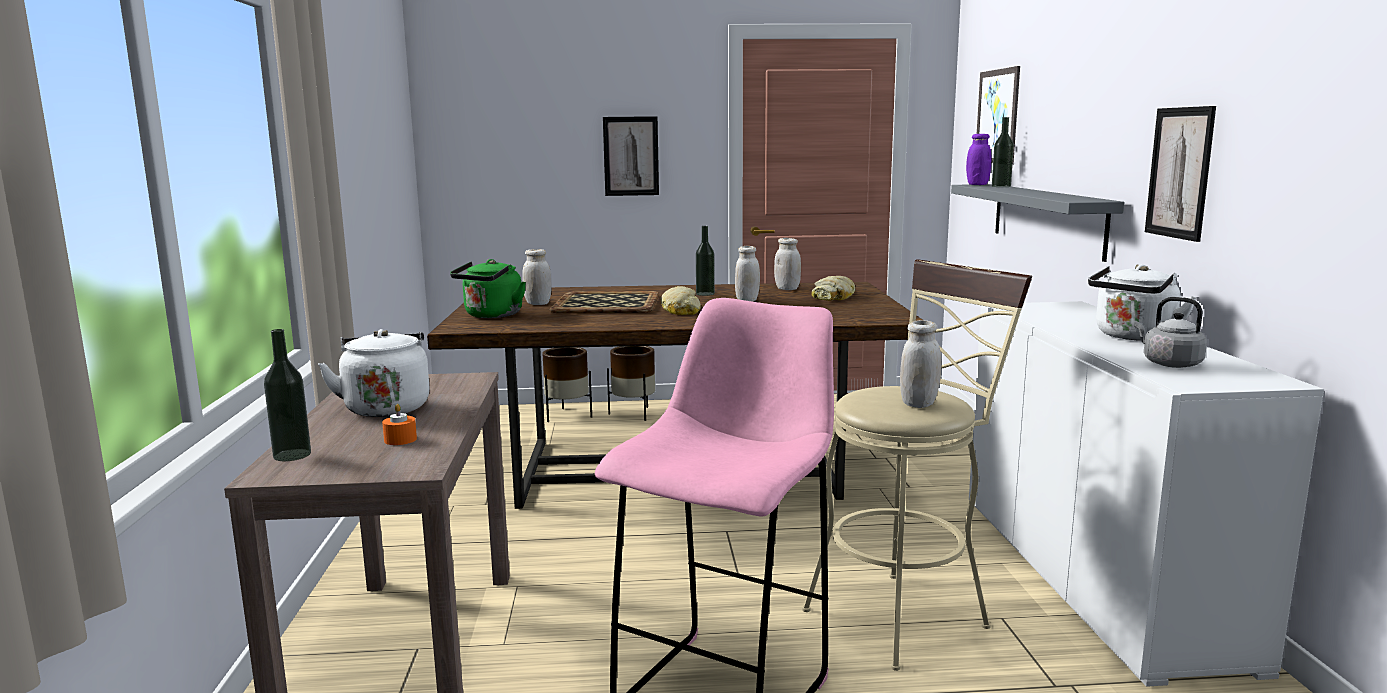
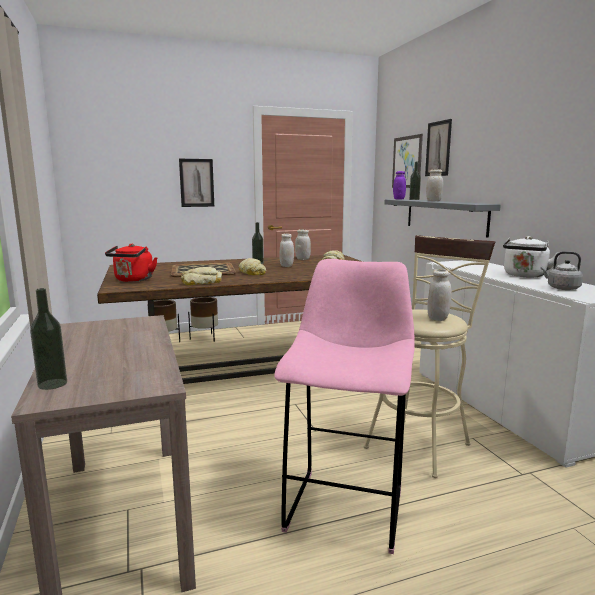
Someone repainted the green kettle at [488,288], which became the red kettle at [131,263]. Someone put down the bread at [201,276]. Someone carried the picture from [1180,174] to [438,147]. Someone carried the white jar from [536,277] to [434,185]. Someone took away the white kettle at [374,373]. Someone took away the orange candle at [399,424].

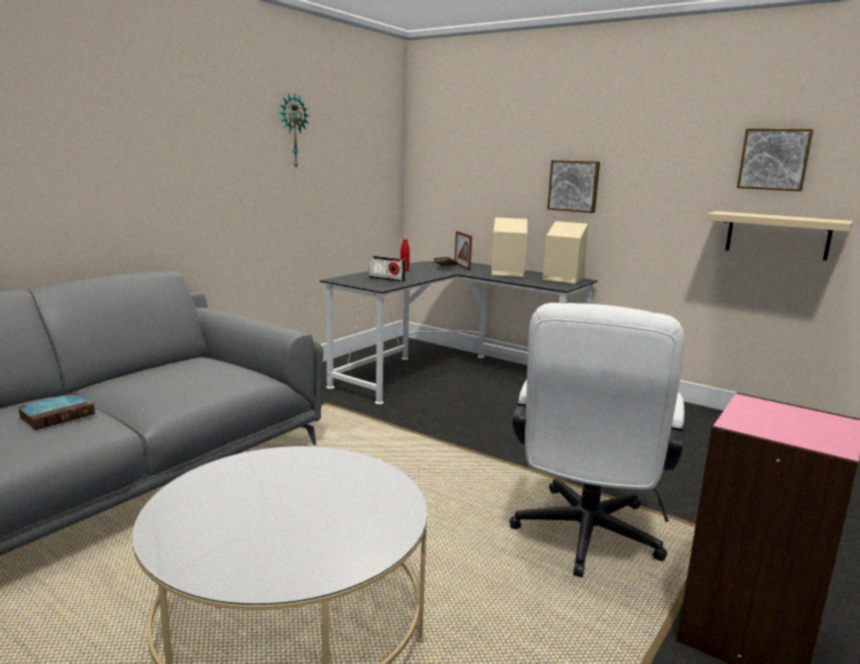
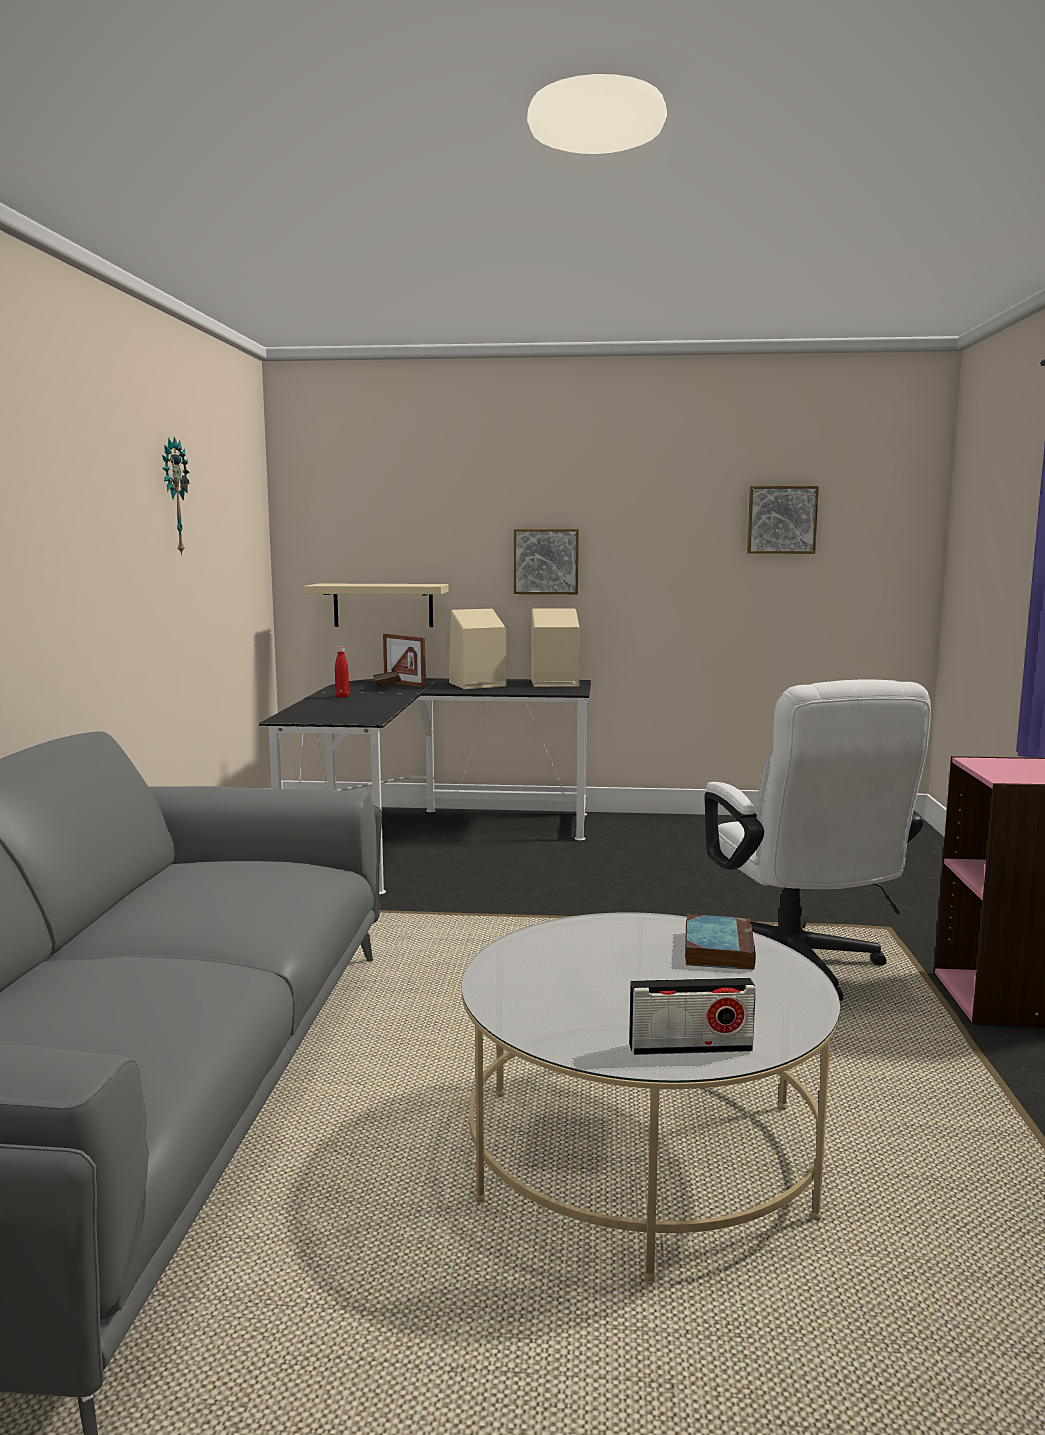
Someone carried the beige shelf from [779,236] to [376,605]. Someone carried the radio from [387,269] to [692,1016]. Someone carried the book from [56,411] to [720,942].

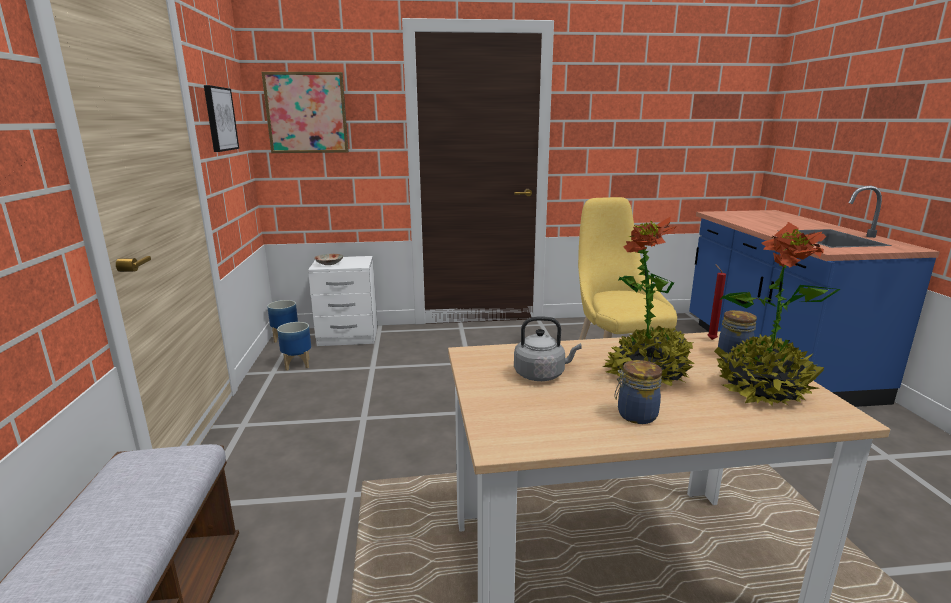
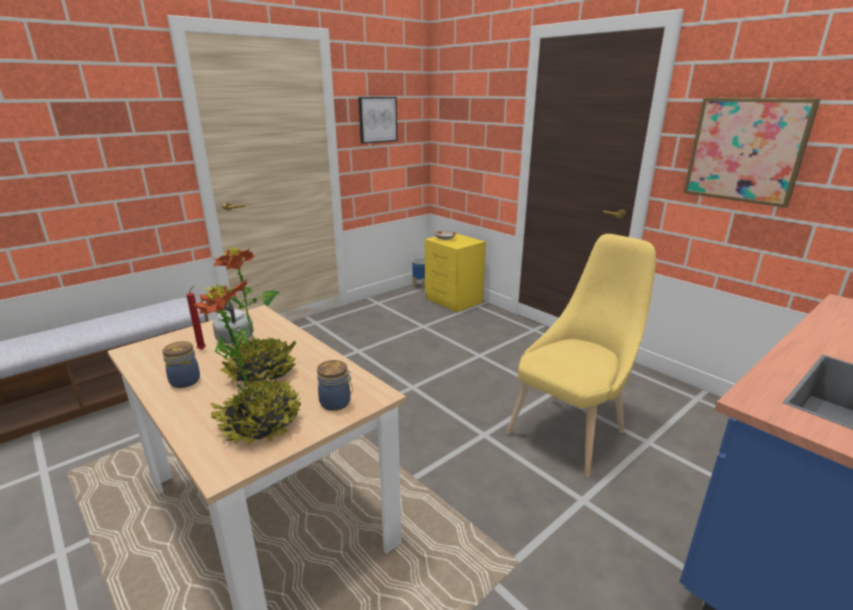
Someone carried the red candle from [717,302] to [196,317]. Someone repainted the white nightstand at [342,301], which became the yellow nightstand at [455,272]. Someone carried the picture from [305,112] to [751,152]. Someone took away the planter at [294,346].

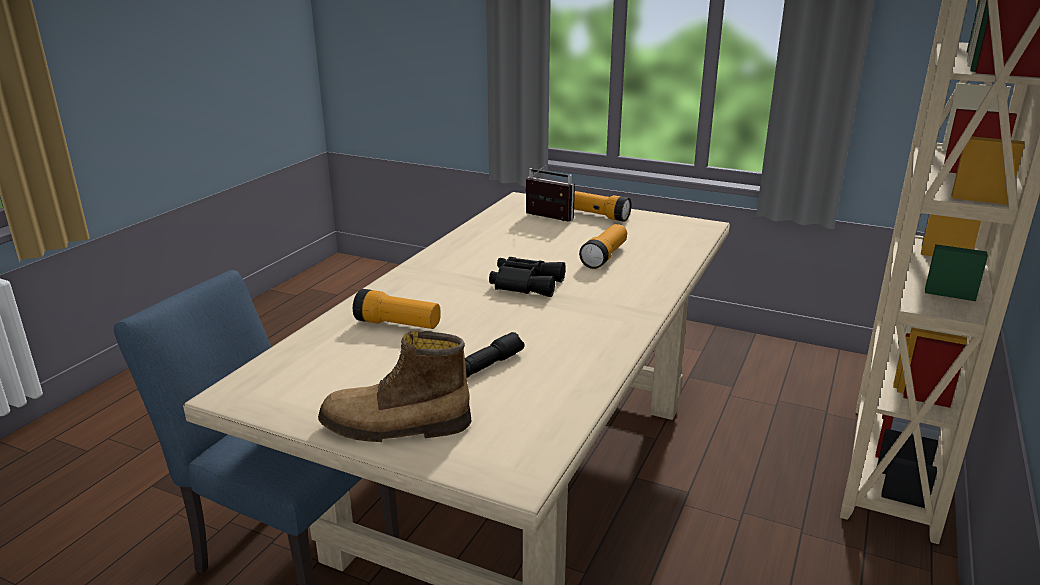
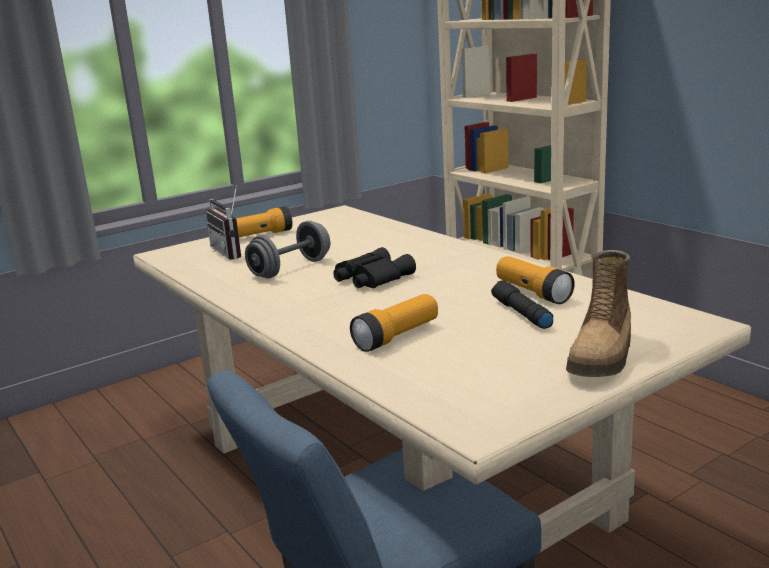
Someone rotated the radio at [550,193] by 90 degrees counterclockwise. Someone put down the grey dumbbell at [287,249]. Someone carried the flashlight from [603,246] to [535,280].

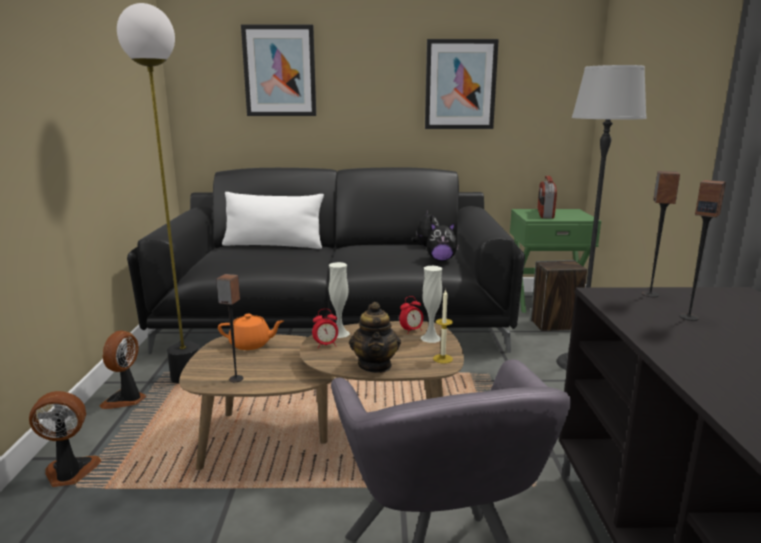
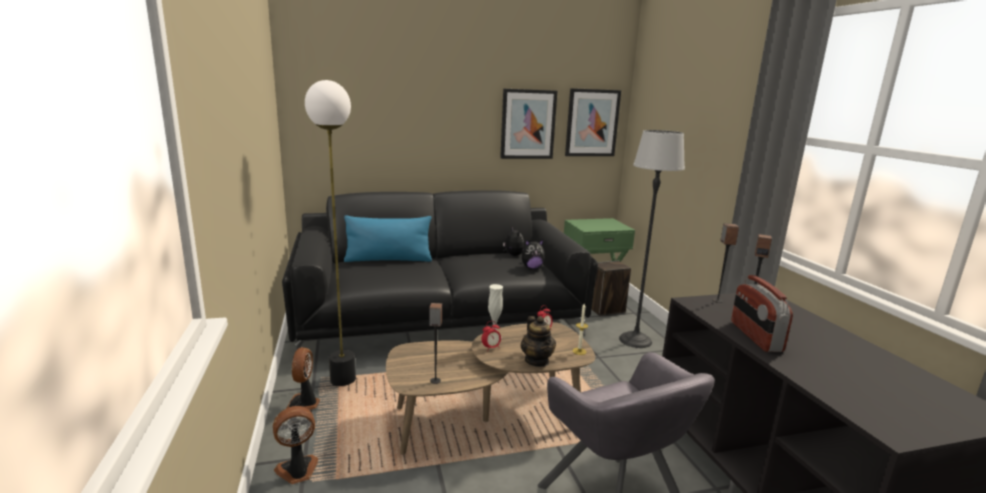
Someone repainted the white pillow at [273,220], which became the blue pillow at [388,238]. Someone carried the picture from [278,70] to [593,122]. Someone carried the radio from [547,197] to [762,313]. Someone took away the orange teapot at [251,332]. Someone took away the white vase at [431,304].

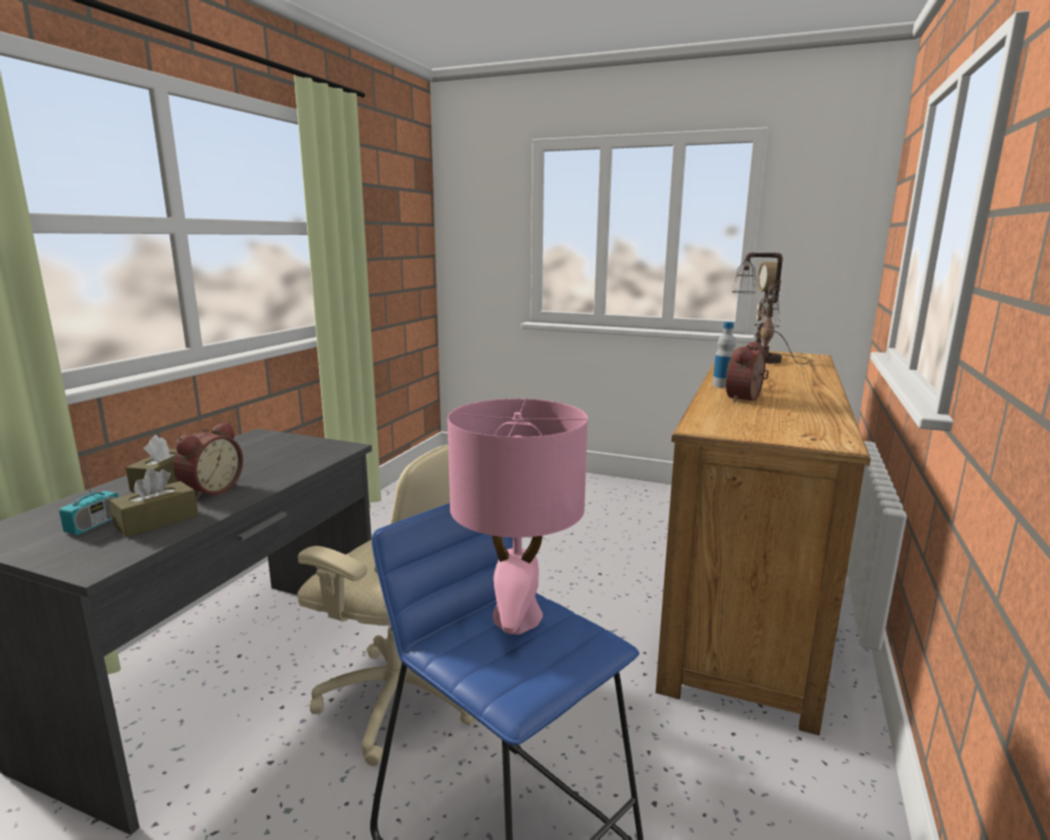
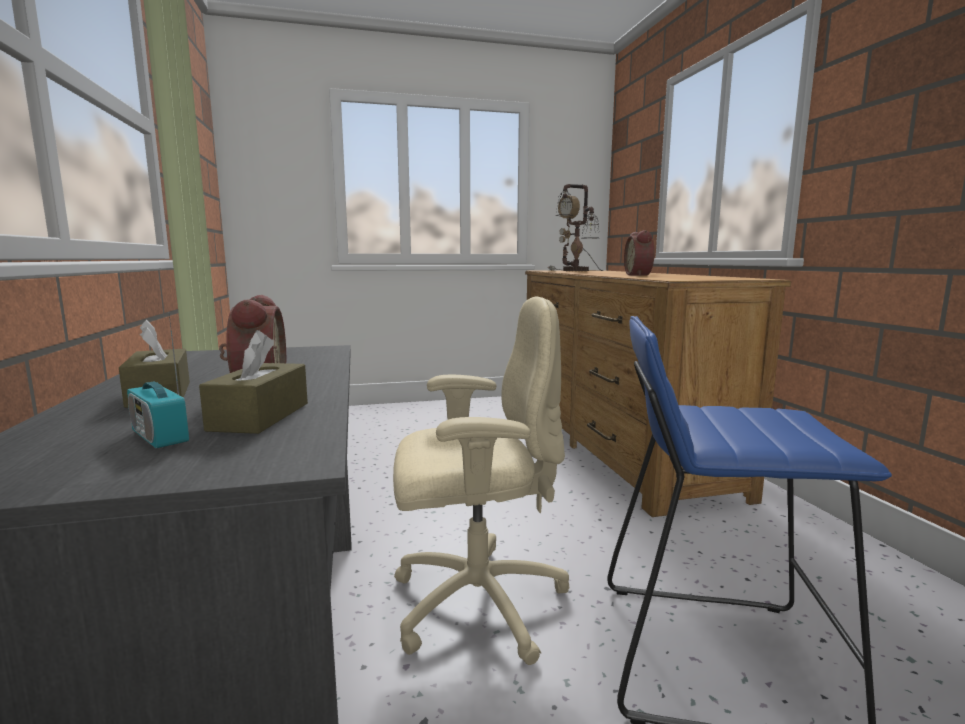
Someone rotated the radio at [88,493] by 150 degrees clockwise. Someone took away the pink table lamp at [517,517]. Someone took away the bottle at [724,355].

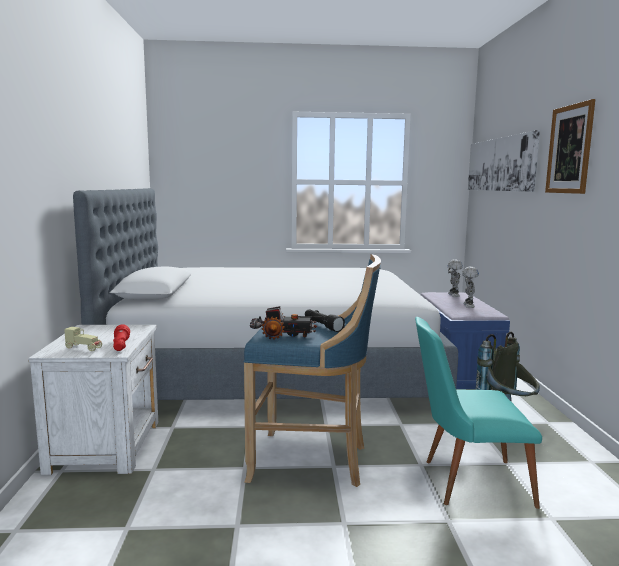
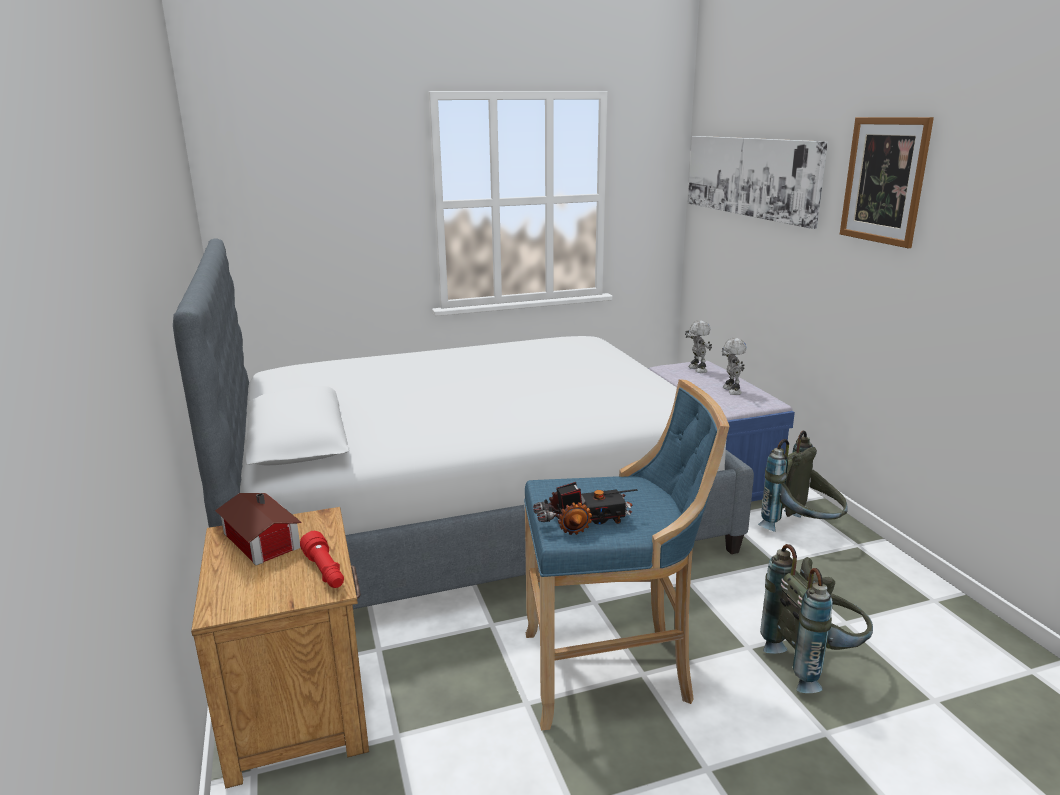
Someone repainted the white nightstand at [93,400], which became the brown nightstand at [280,648]. Someone put down the toy house at [258,529]. Someone swapped the turquoise chair at [478,413] for the grey backpack at [816,618]. Someone took away the beige toy car at [83,339]. Someone took away the black flashlight at [325,320].

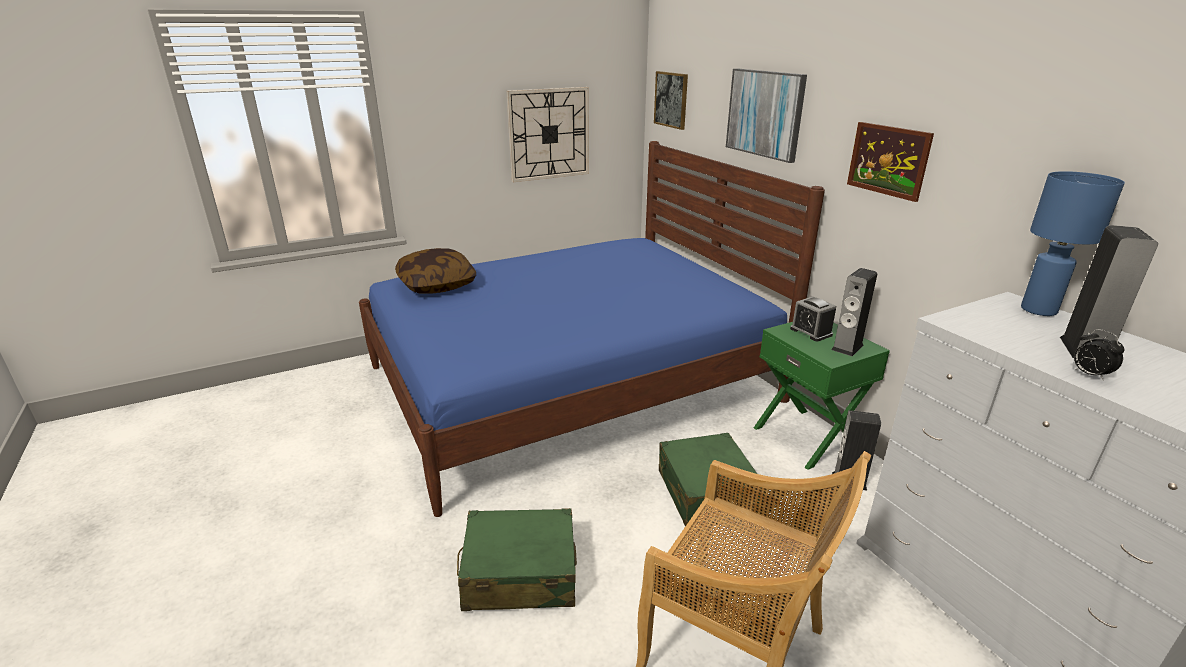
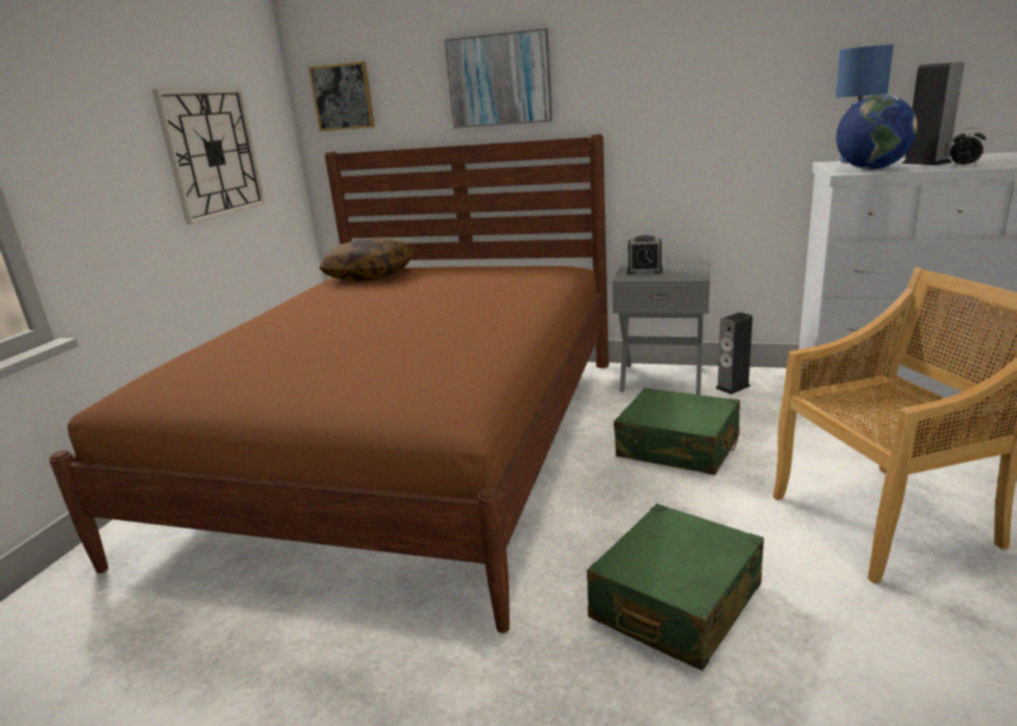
Someone repainted the blue bed at [592,329], which became the brown bed at [329,383]. Someone carried the pillow from [435,271] to [366,259]. Someone repainted the green nightstand at [822,396], which became the grey nightstand at [661,328]. Someone put down the globe at [876,132]. Someone took away the speaker at [854,312]. Someone took away the picture at [890,162].

